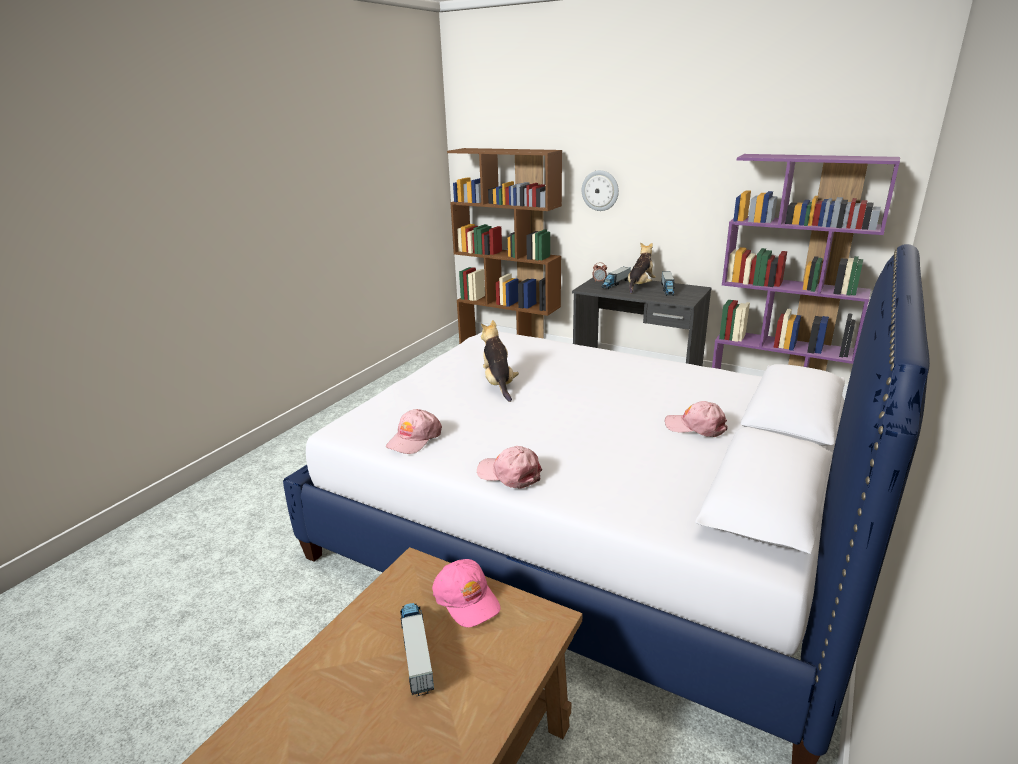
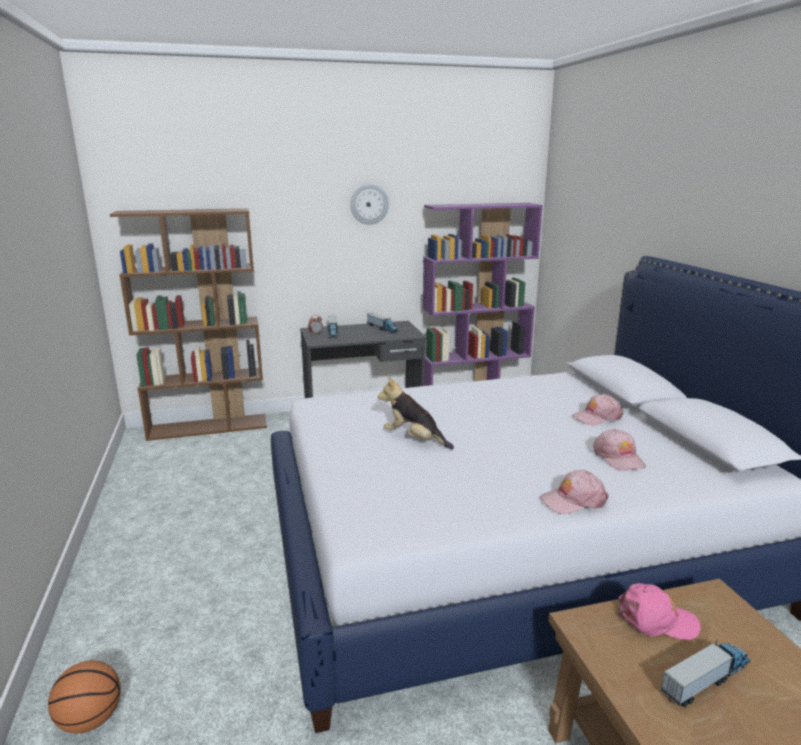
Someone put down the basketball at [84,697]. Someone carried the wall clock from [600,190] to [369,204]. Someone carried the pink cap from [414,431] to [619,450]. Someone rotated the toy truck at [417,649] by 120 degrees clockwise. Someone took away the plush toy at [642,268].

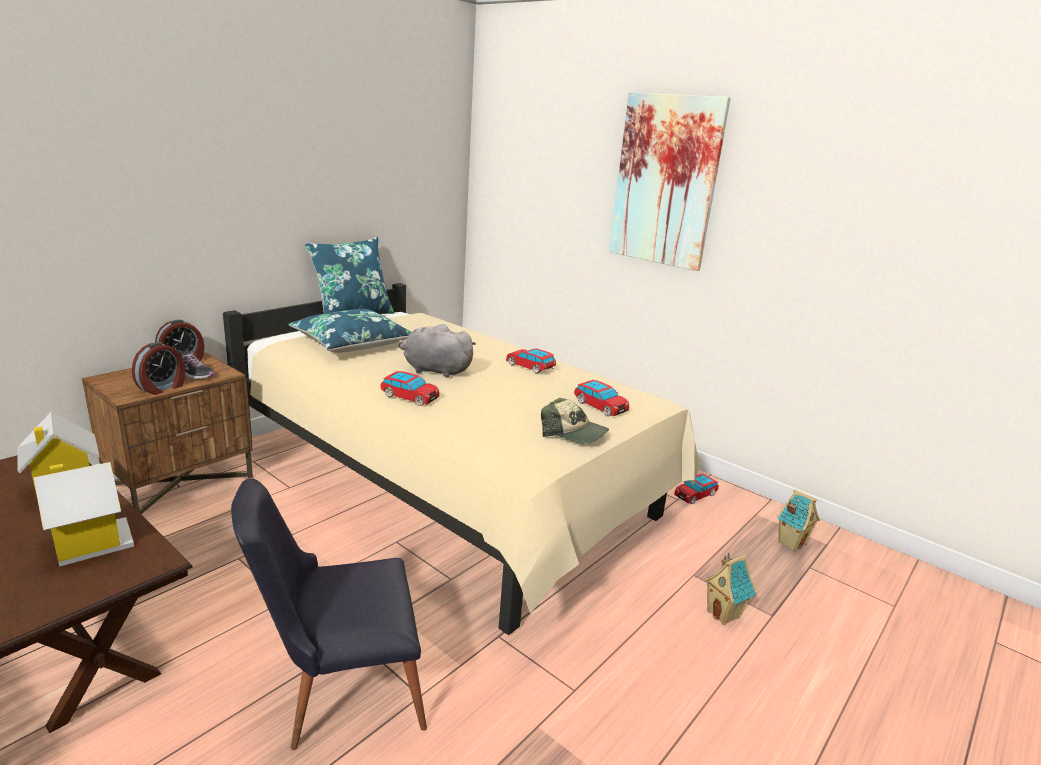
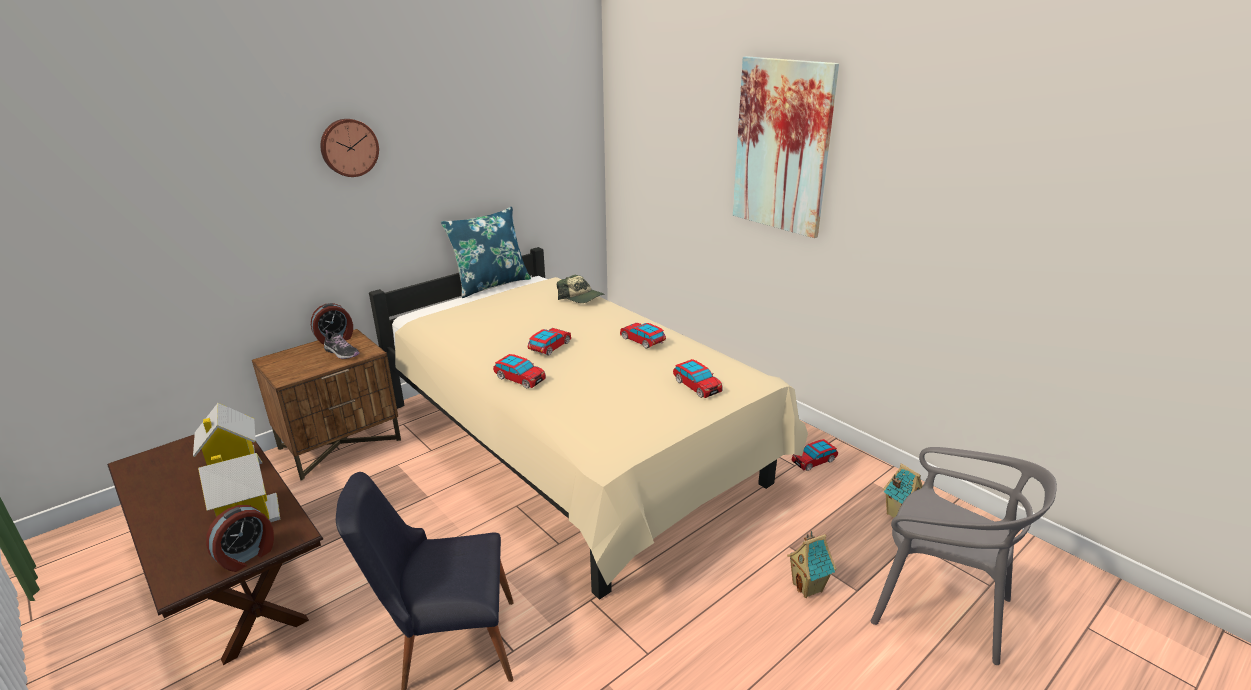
Someone carried the alarm clock from [158,368] to [240,538]. Someone put up the wall clock at [350,148]. Someone swapped the grey plush toy at [437,351] for the toy car at [549,342]. Someone carried the cap from [575,420] to [580,289]. Someone put down the grey chair at [963,556]. Someone took away the blue pillow at [350,331].

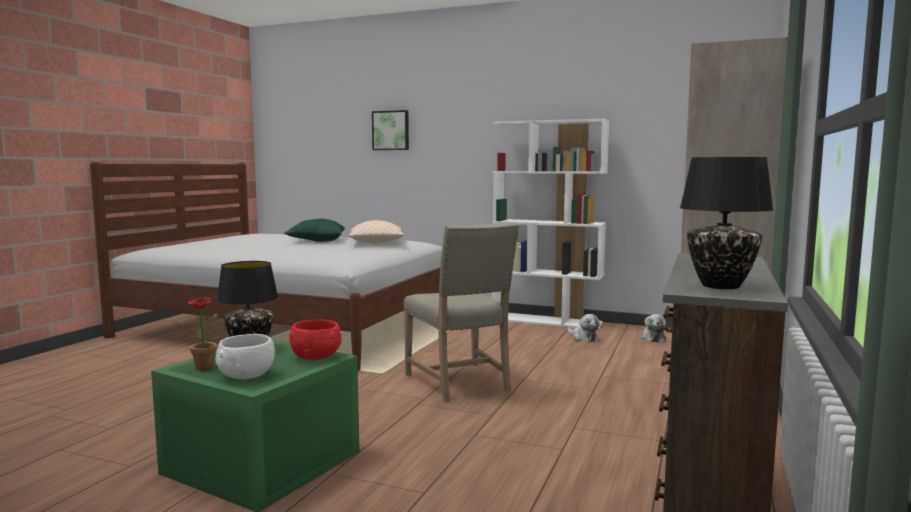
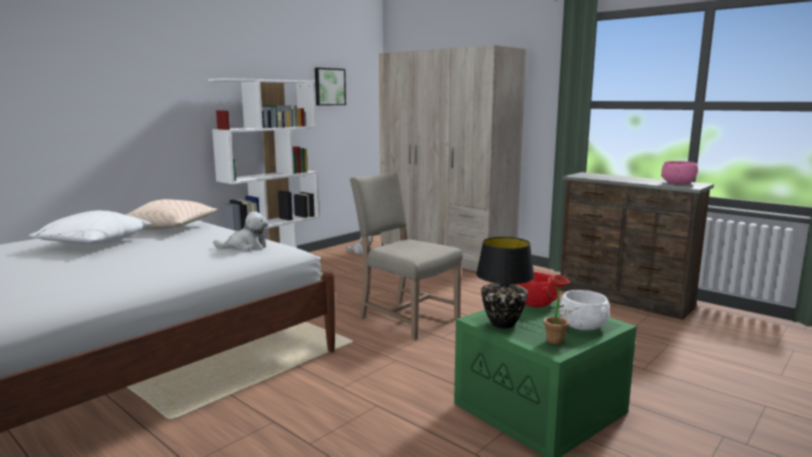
Someone repainted the green pillow at [314,230], which became the white pillow at [90,227]. Someone carried the plush toy from [583,328] to [241,231]. Someone carried the picture from [390,130] to [330,87]. Someone rotated the beige chair at [461,312] by 135 degrees counterclockwise. Someone swapped the black table lamp at [727,223] for the pink bowl at [679,172].

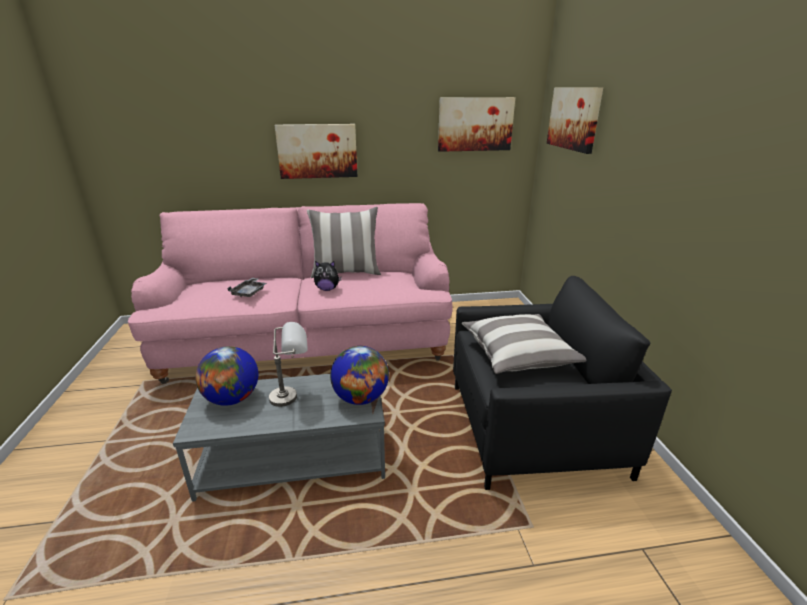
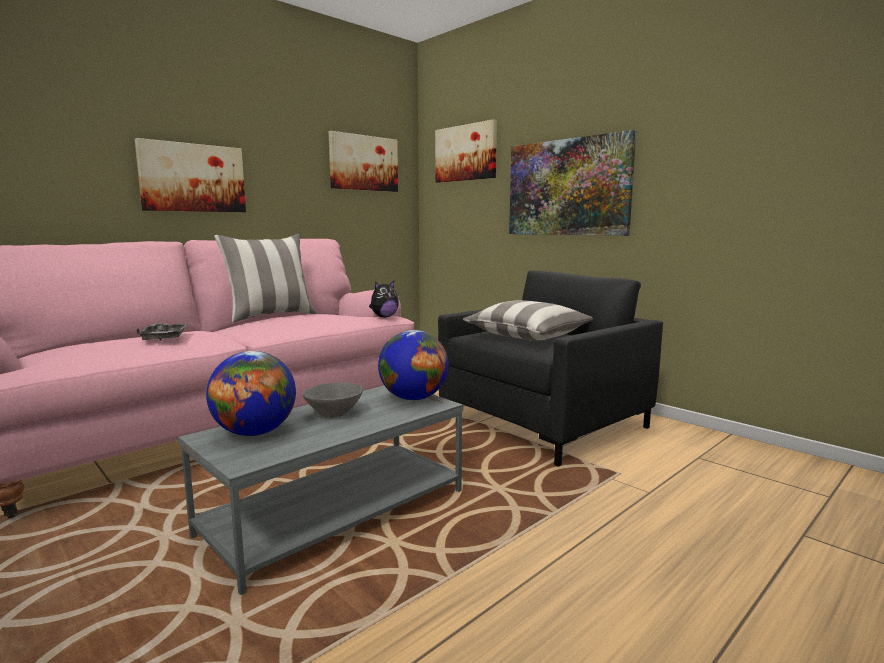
Someone swapped the grey table lamp at [288,364] for the grey bowl at [332,400]. Someone carried the plush toy from [328,276] to [384,299]. Someone put up the picture at [572,183].

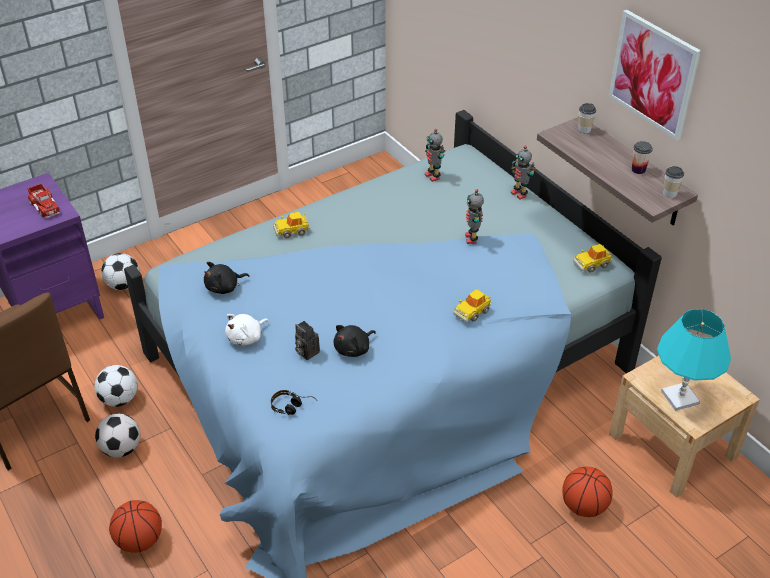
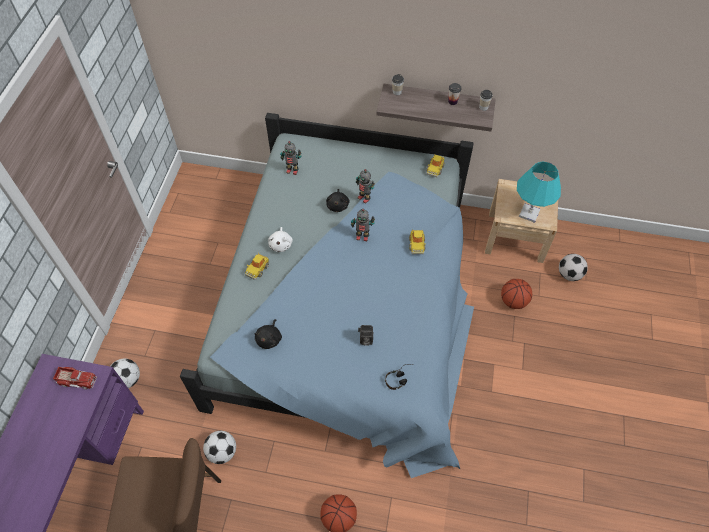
Someone carried the white plush toy from [247,329] to [280,239]. Someone carried the black plush toy from [354,341] to [338,200]. Someone carried the toy robot from [523,172] to [363,225]. Someone carried the football from [117,435] to [573,267]. Someone took away the picture at [655,75].

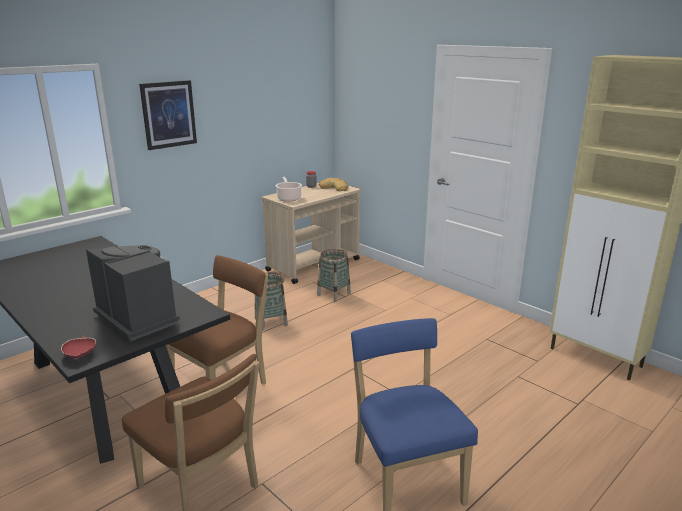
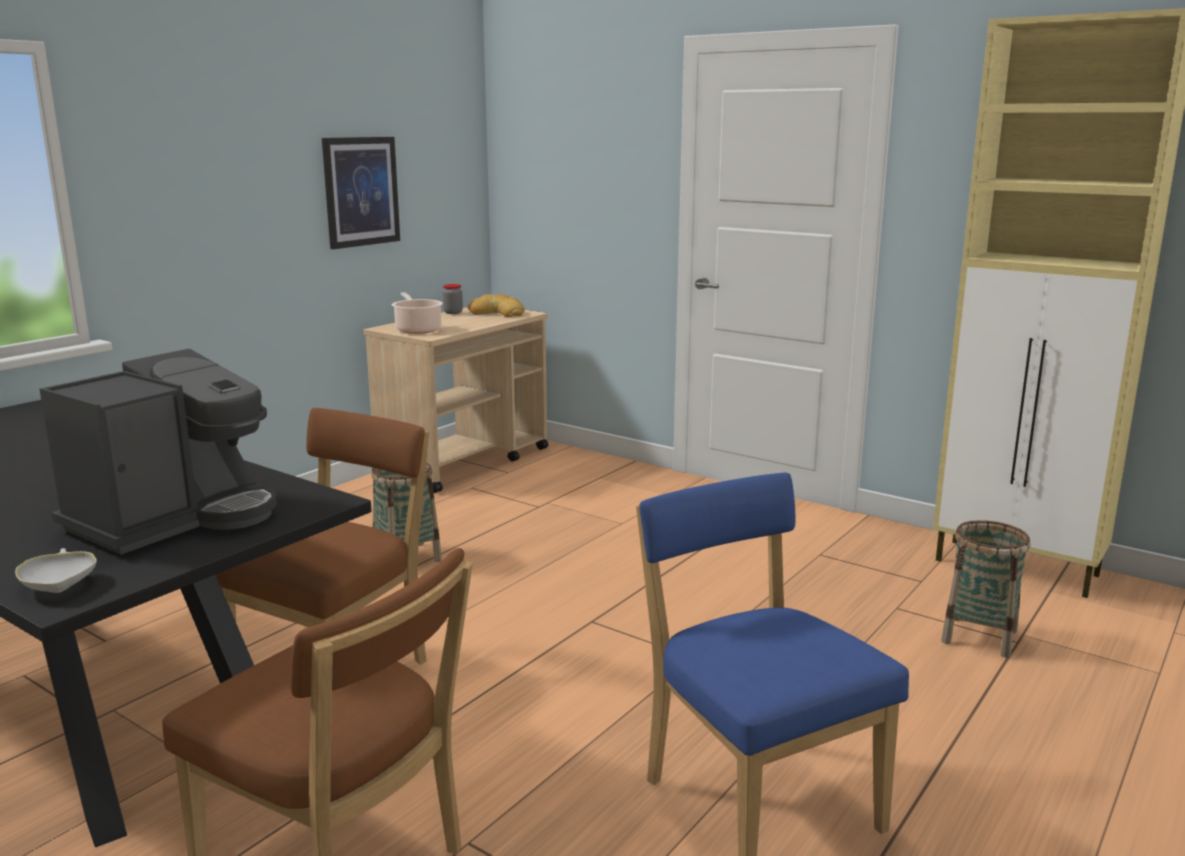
Someone repainted the red bowl at [78,346], which became the white bowl at [56,570]. Someone rotated the coffee machine at [133,293] by 90 degrees clockwise. Someone carried the picture from [168,115] to [361,193]. Someone carried the basket from [334,275] to [986,589].

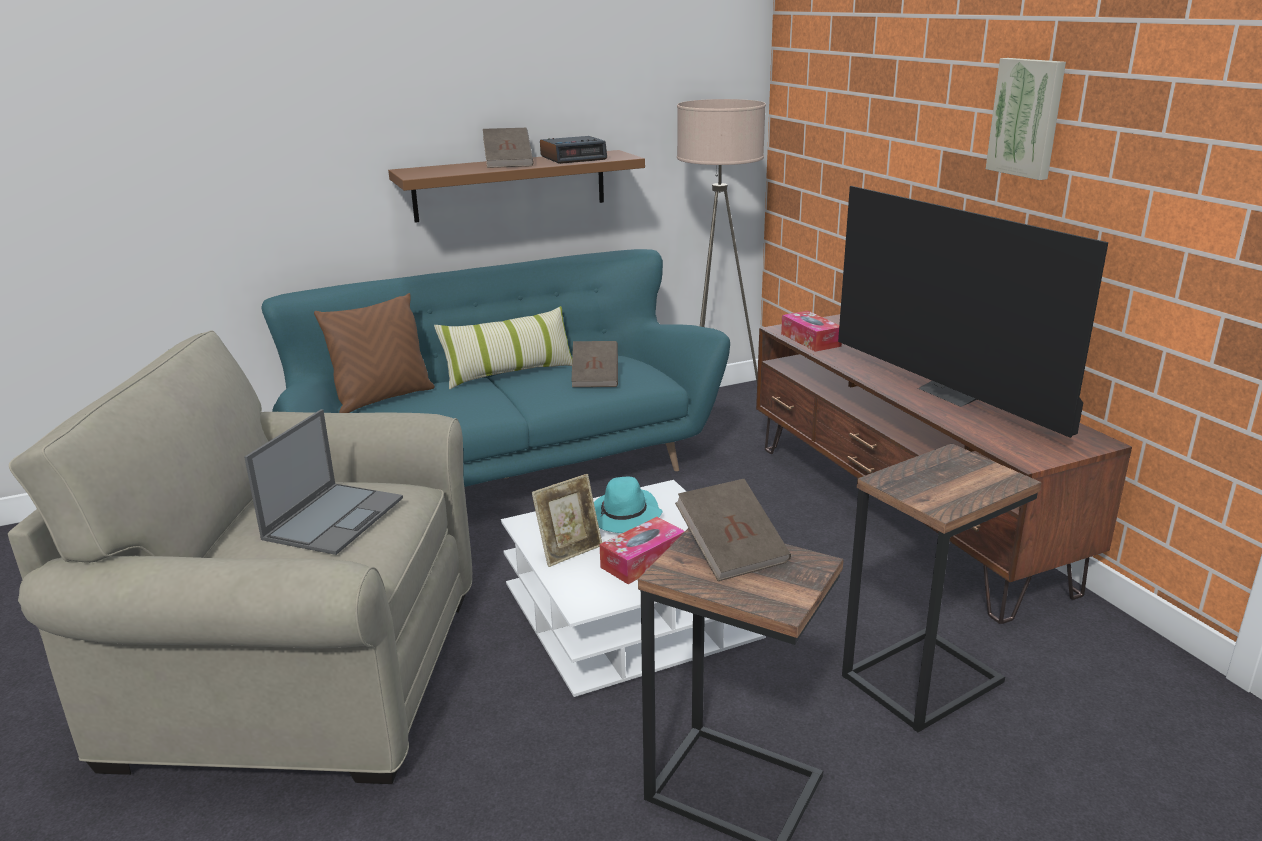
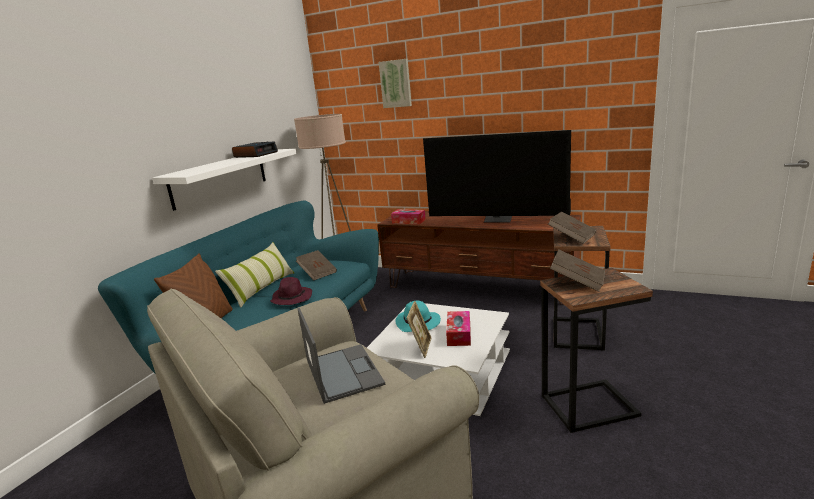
Someone repainted the brown shelf at [516,186], which became the white shelf at [224,180]. Someone put down the purple hat at [291,291]. Someone carried the picture from [1026,119] to [395,83]. Someone carried the brown book from [508,148] to [572,228].

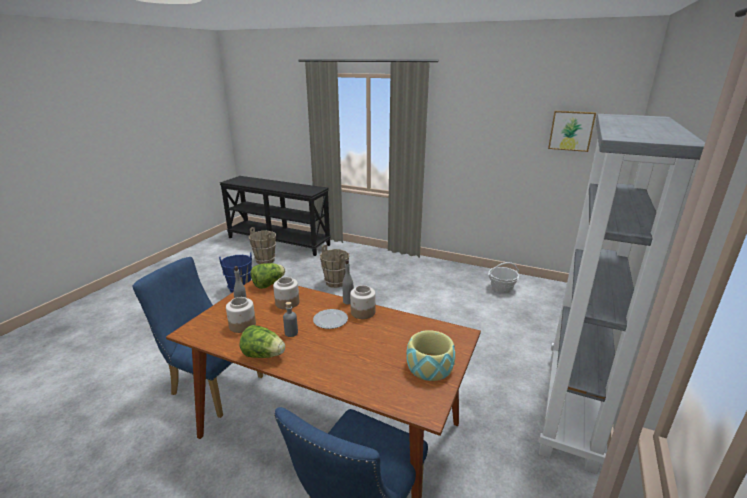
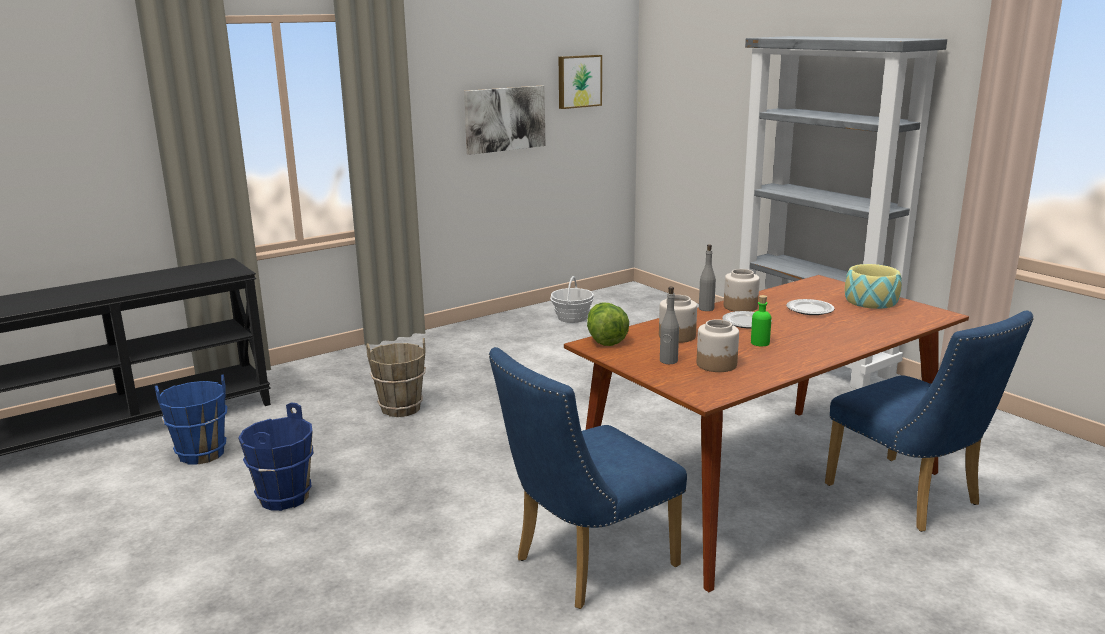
Someone repainted the brown bucket at [262,245], which became the blue bucket at [191,420]. Someone put up the picture at [504,120]. Someone repainted the grey bottle at [290,319], which became the green bottle at [761,320]. Someone put down the plate at [810,307]. Someone took away the lettuce at [262,341].

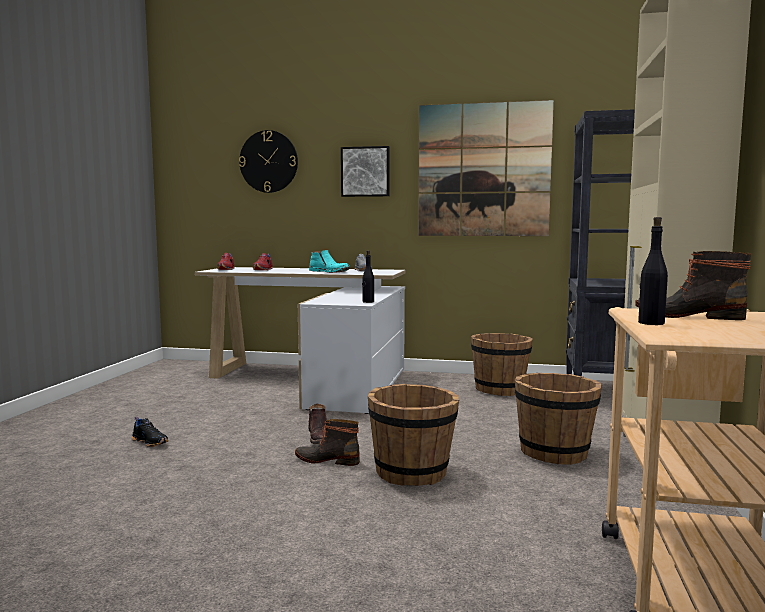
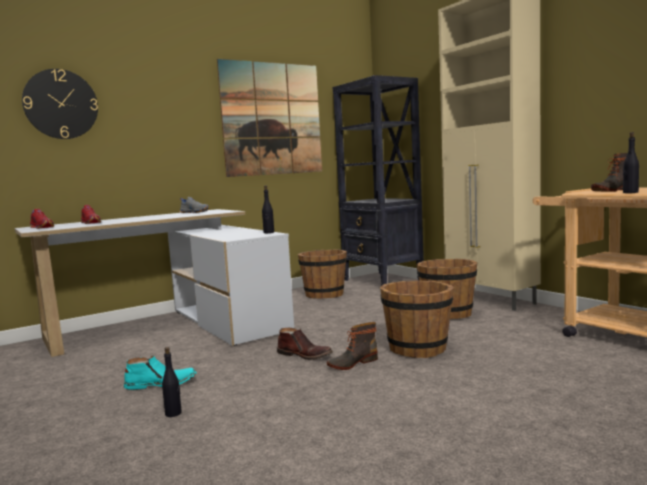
Someone carried the turquoise boot from [329,261] to [160,372]. Someone swapped the black shoe at [150,432] for the black bottle at [172,382]. Someone took away the picture at [365,171].

